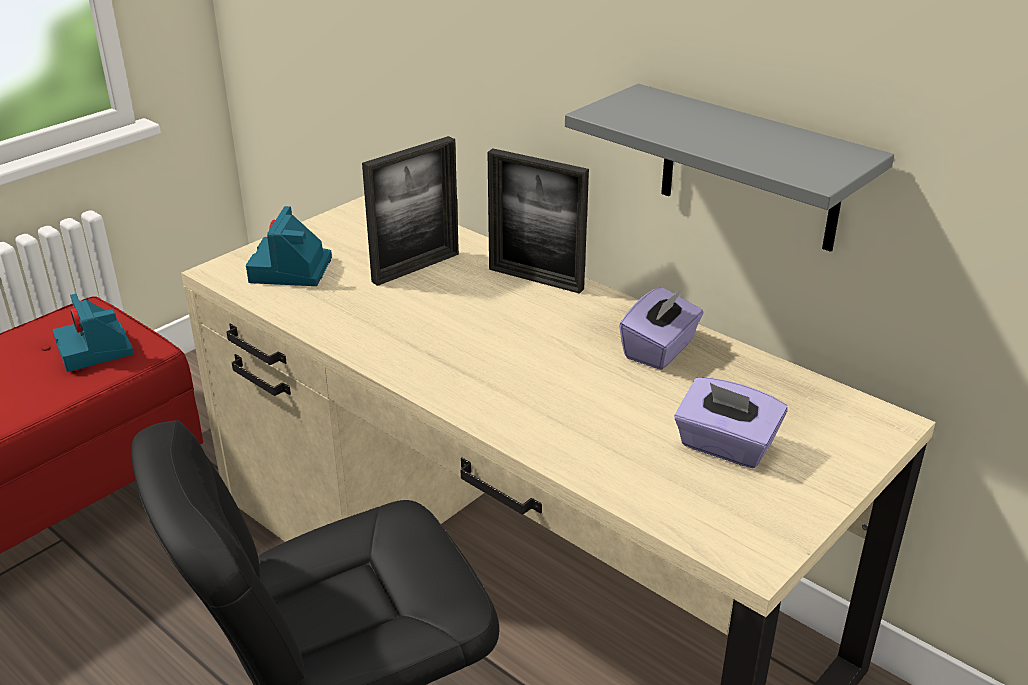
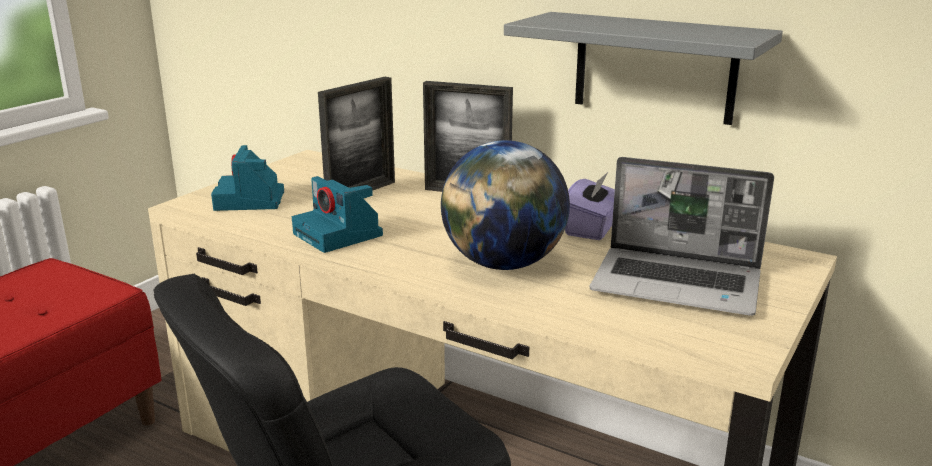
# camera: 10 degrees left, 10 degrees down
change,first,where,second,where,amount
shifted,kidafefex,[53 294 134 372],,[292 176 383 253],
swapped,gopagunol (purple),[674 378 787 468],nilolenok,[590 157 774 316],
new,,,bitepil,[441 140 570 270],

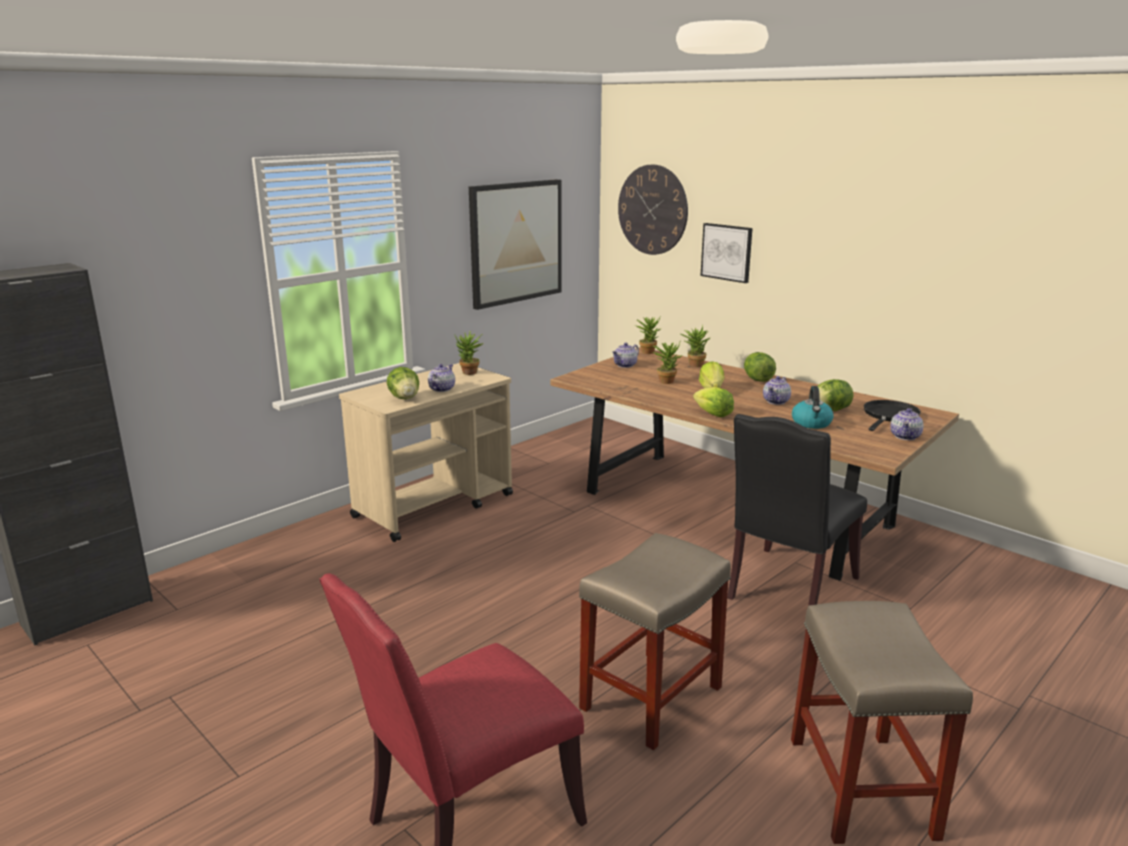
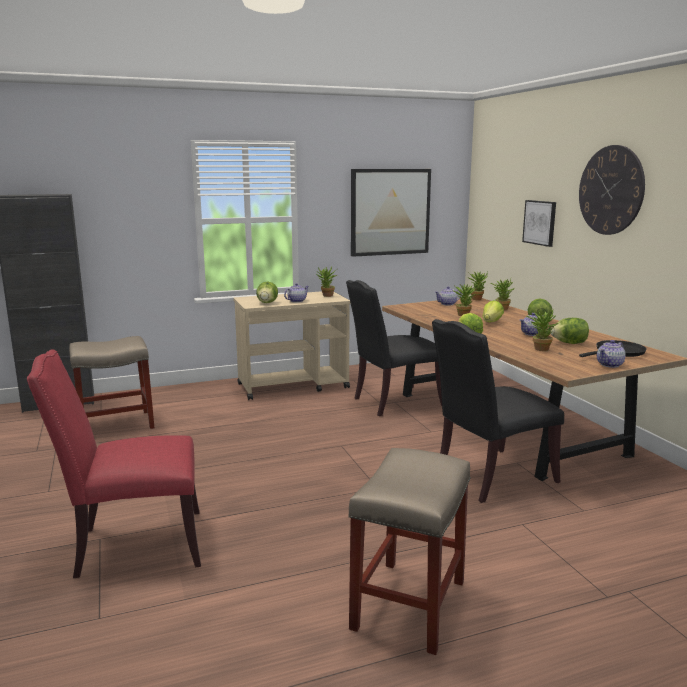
# camera: 25 degrees right, 5 degrees down
change,first,where,second,where,amount
shifted,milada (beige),[579 533 731 750],,[69 336 154 429],
shifted,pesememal,[618 165 688 255],,[579 145 645 235],
swapped,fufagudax,[792 386 833 429],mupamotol,[527 311 558 351],
new,,,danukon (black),[346 280 442 416],

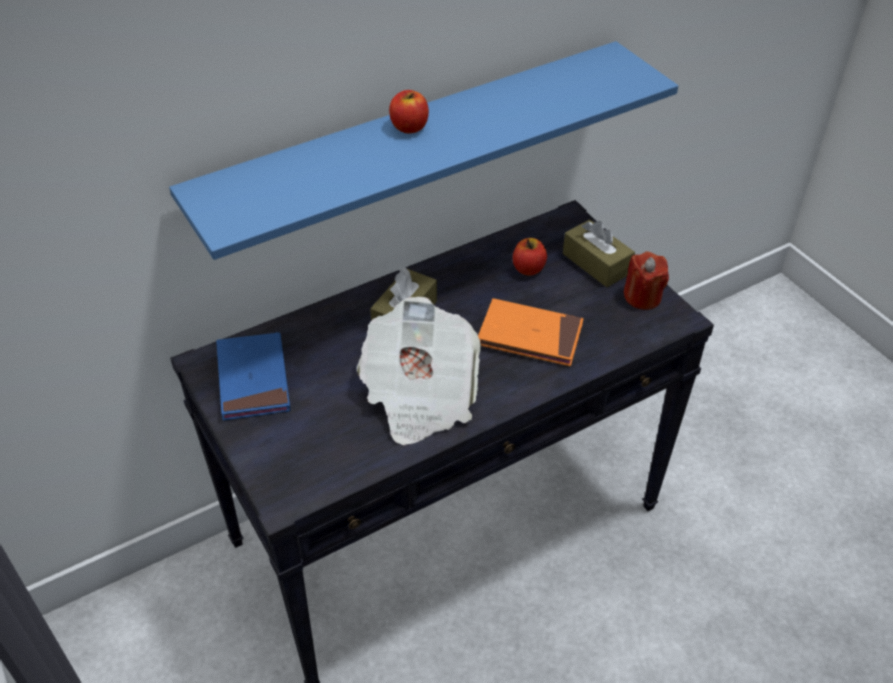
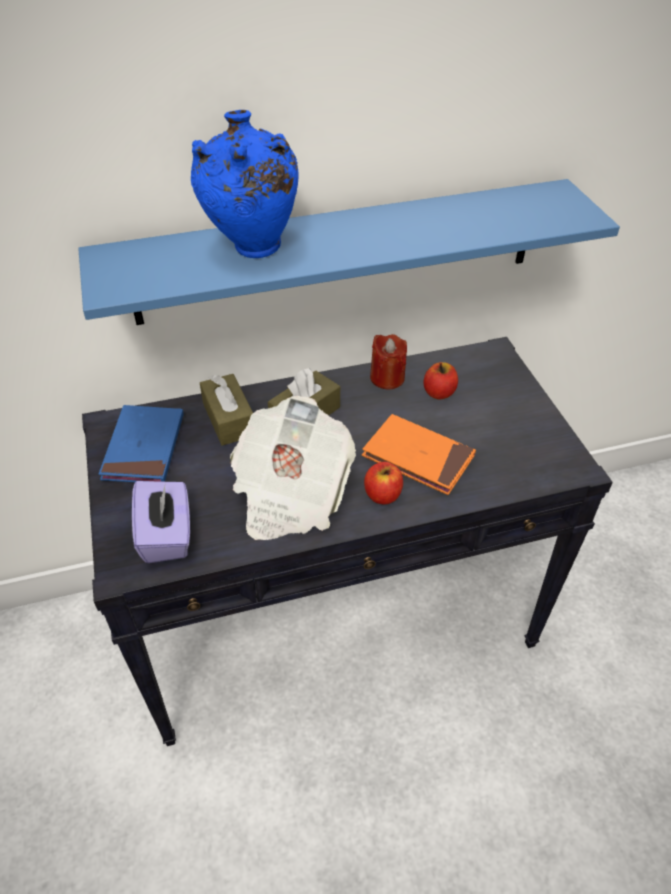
# camera: 15 degrees right, 0 degrees up
change,first,where,second,where,amount
shifted,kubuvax,[389 90 429 134],,[364 462 403 504],
shifted,gopagunol (brown),[563 219 635 287],,[200 374 253 446],
shifted,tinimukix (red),[624 251 669 310],,[370 334 407 389],
new,,,gopagunol (purple),[132 481 190 563],
new,,,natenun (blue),[191 110 299 258],

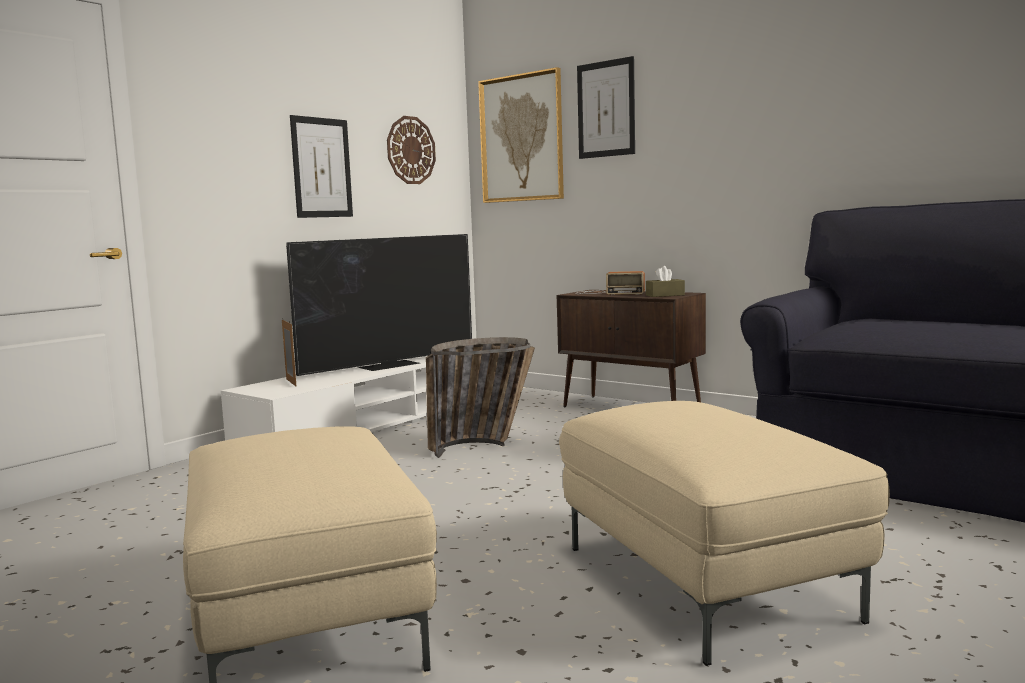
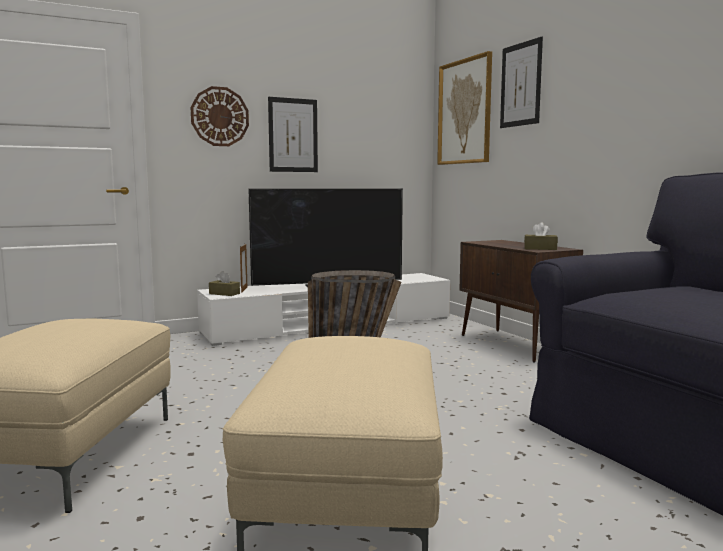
# camera: 25 degrees right, 0 degrees up
change,first,where,second,where,amount
shifted,pesememal,[387 116 436 184],,[191 86 249 146],
gone,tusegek,[575 271 645 295],,,
new,,,gopagunol (brown),[209 271 240 296],

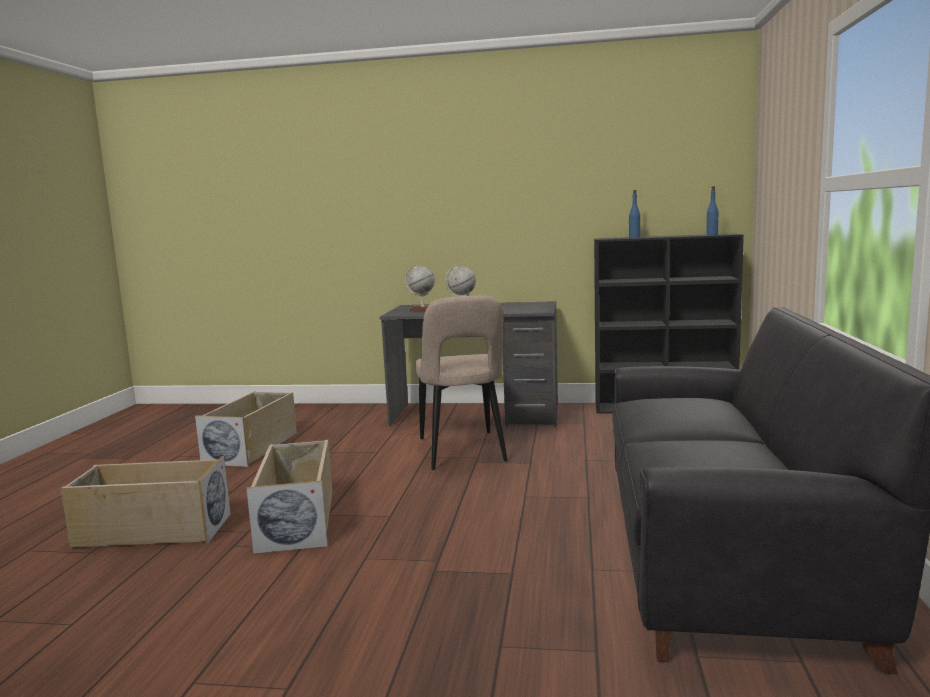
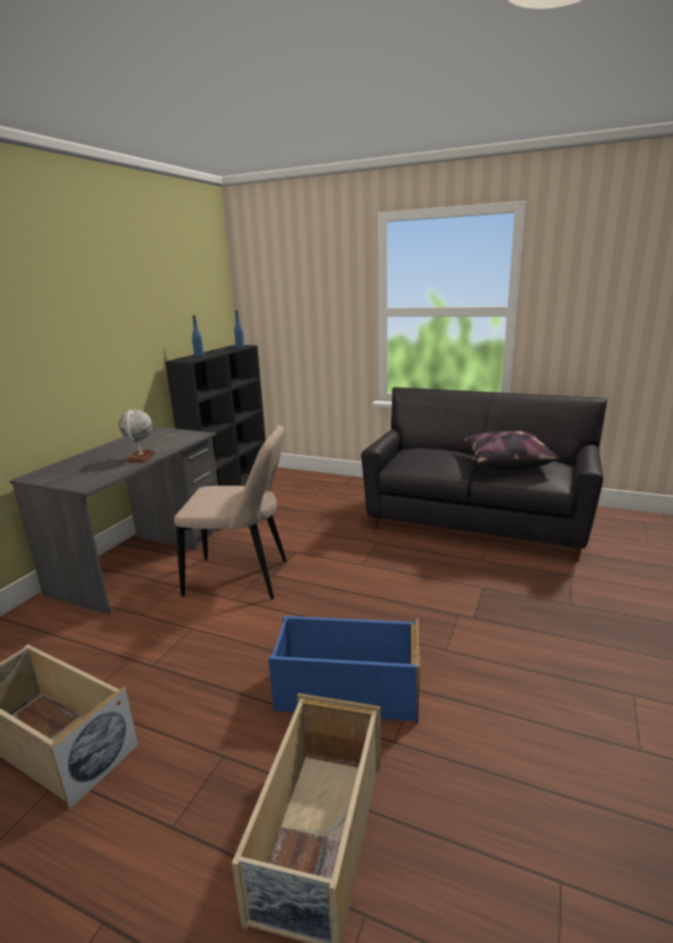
# camera: 75 degrees left, 10 degrees up
change,first,where,second,where,amount
repainted,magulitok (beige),[246 440 333 554],magulitok (blue),[268 616 420 724],
gone,bitepil,[405 265 435 312],,,
new,,,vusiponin,[461 431 561 470],

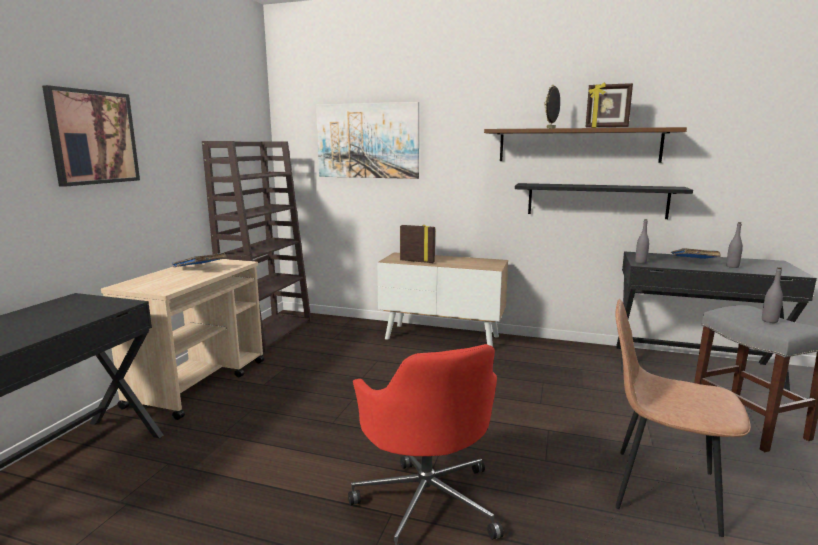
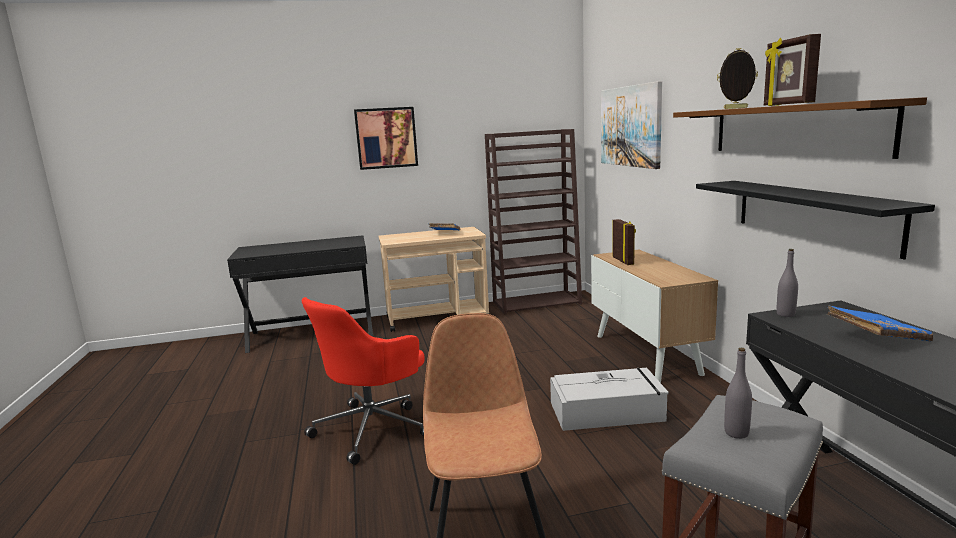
# camera: 60 degrees right, 0 degrees up
change,first,where,second,where,amount
gone,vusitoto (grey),[726 222 743 268],,,
new,,,magulitok (grey),[550 368 669 431],

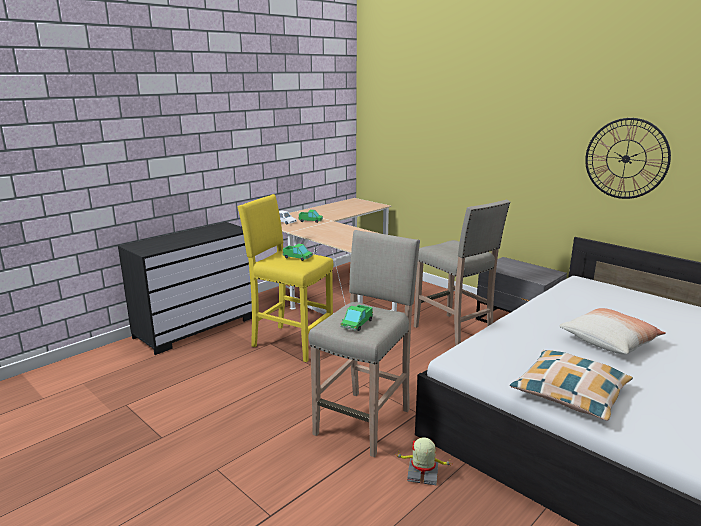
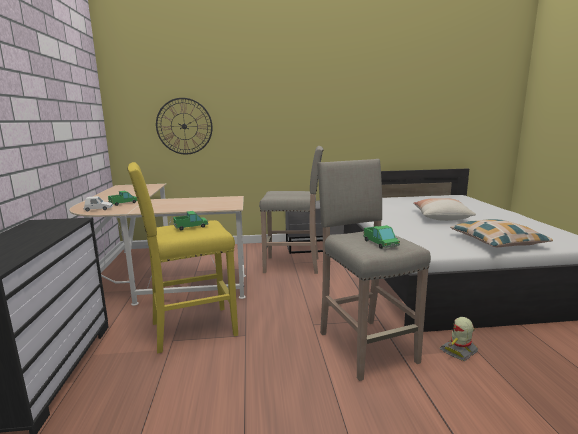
# camera: 50 degrees left, 5 degrees down
change,first,where,second,where,amount
shifted,pesememal,[585 118 671 199],,[156 98 213 155],

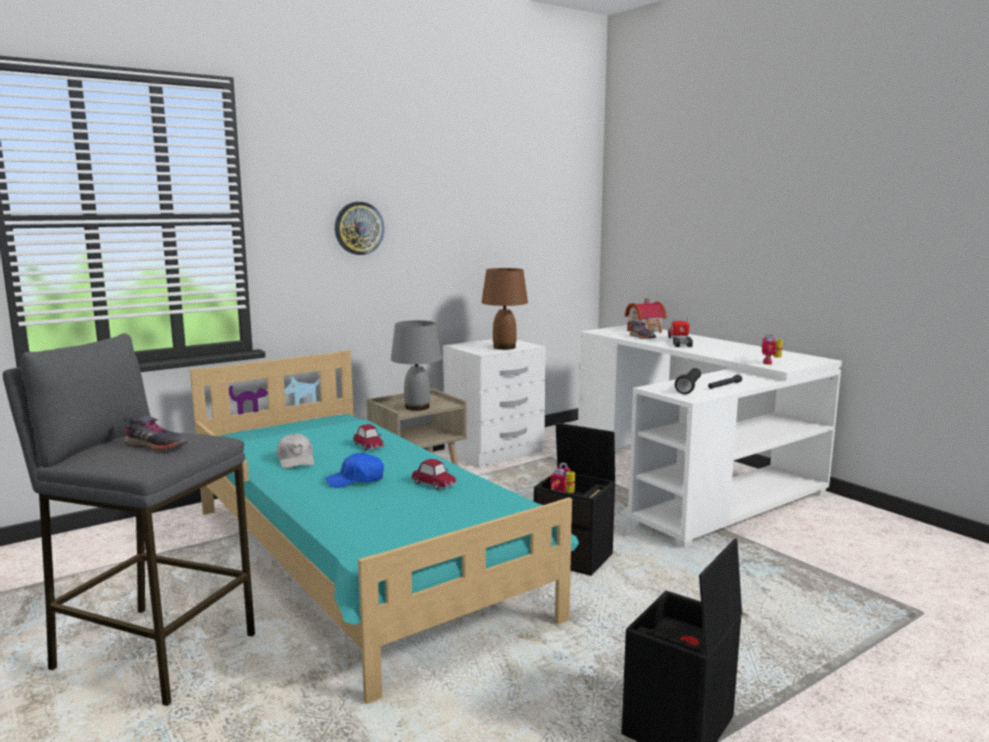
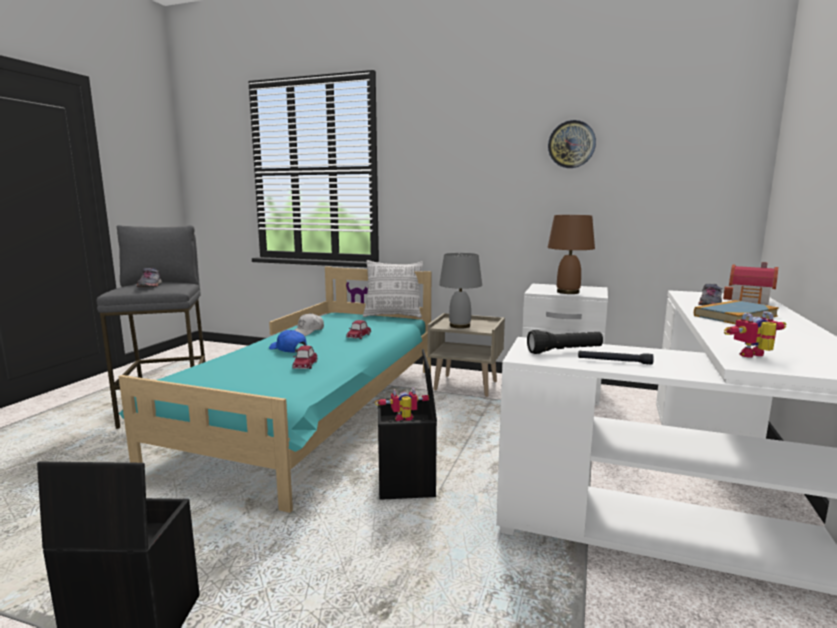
# camera: 55 degrees right, 0 degrees up
change,first,where,second,where,amount
shifted,pesememal,[335 202 384 255],,[548 120 596 168],
swapped,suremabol,[668 317 693 347],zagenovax,[694 300 779 324],
new,,,vusiponin,[363 260 423 318],

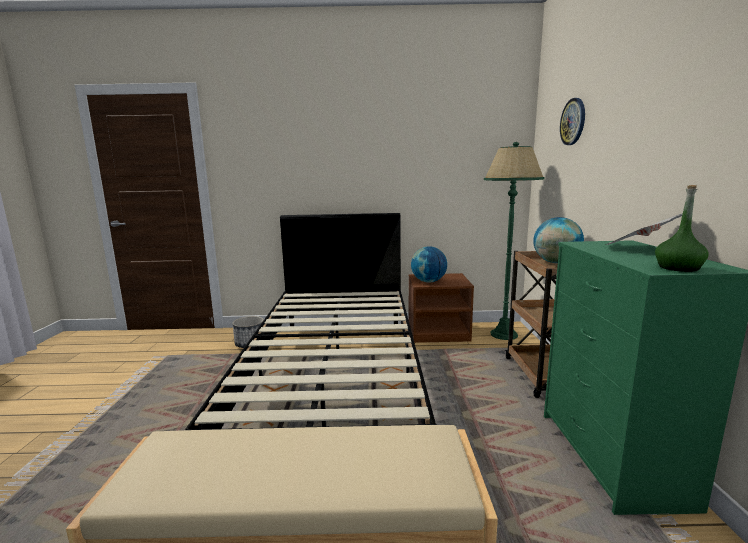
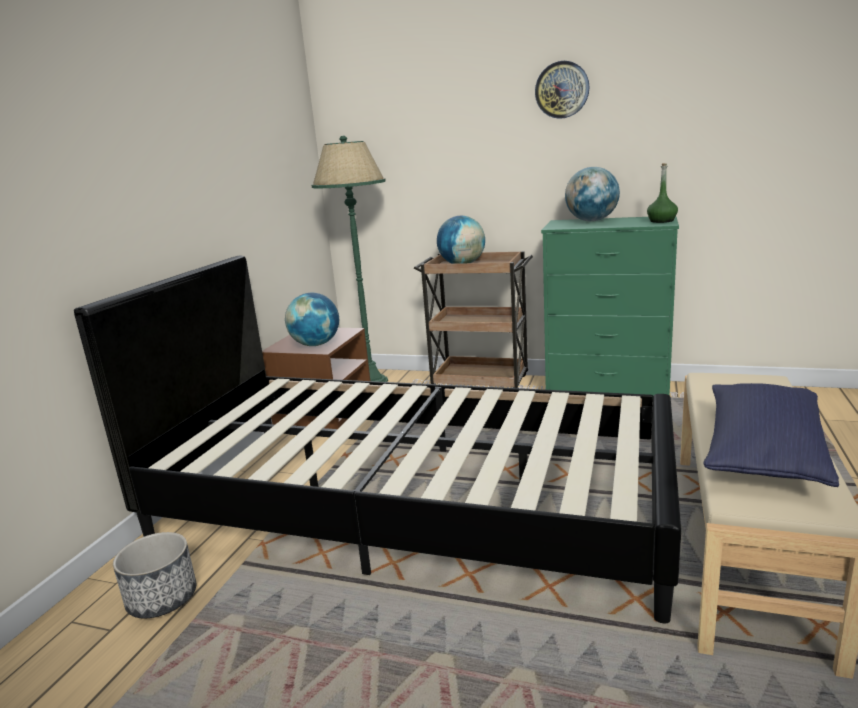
# camera: 70 degrees left, 5 degrees up
change,first,where,second,where,amount
shifted,pesememal,[560 98 585 145],,[535 61 590 119],
swapped,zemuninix,[606 213 683 245],bitepil,[565 167 620 221],
new,,,vusiponin (blue),[703 383 839 487],

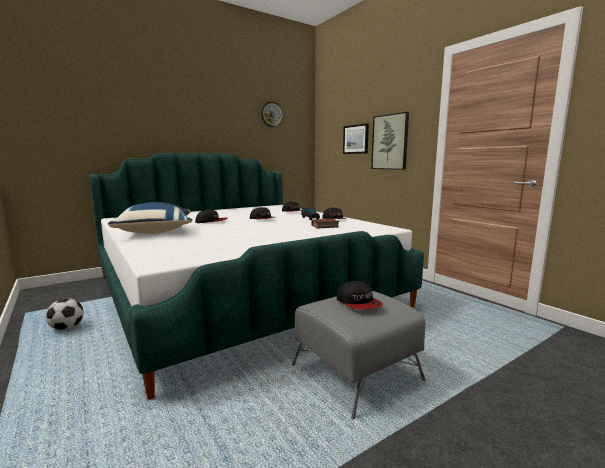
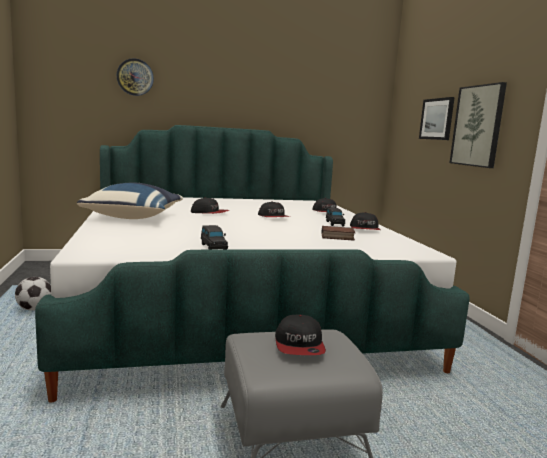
# camera: 20 degrees right, 0 degrees up
change,first,where,second,where,amount
shifted,pesememal,[261 101 283 127],,[117 58 154 96],
new,,,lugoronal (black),[201 225 228 250],

